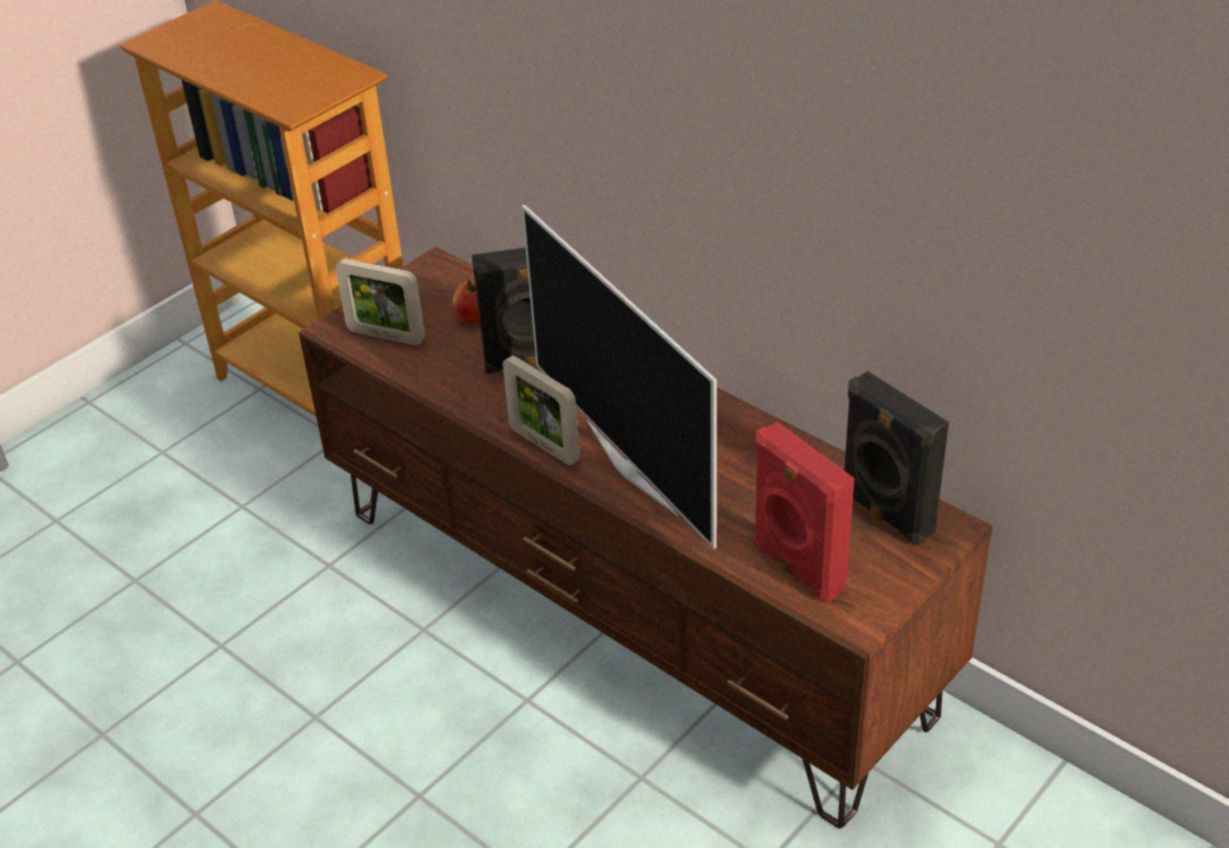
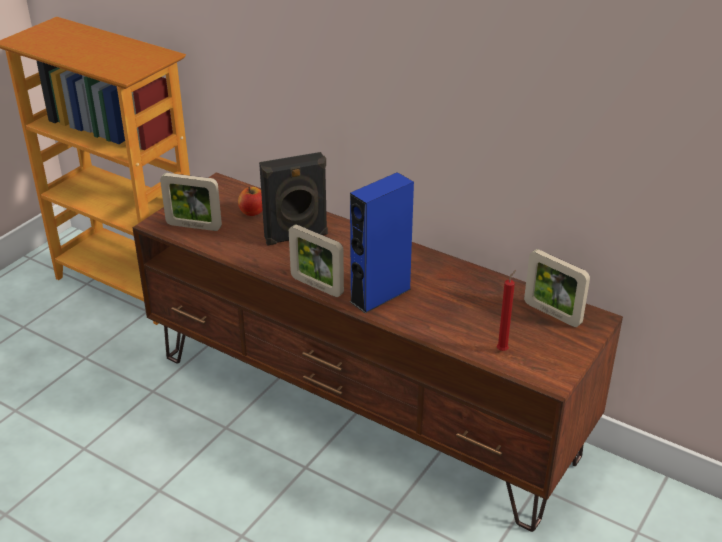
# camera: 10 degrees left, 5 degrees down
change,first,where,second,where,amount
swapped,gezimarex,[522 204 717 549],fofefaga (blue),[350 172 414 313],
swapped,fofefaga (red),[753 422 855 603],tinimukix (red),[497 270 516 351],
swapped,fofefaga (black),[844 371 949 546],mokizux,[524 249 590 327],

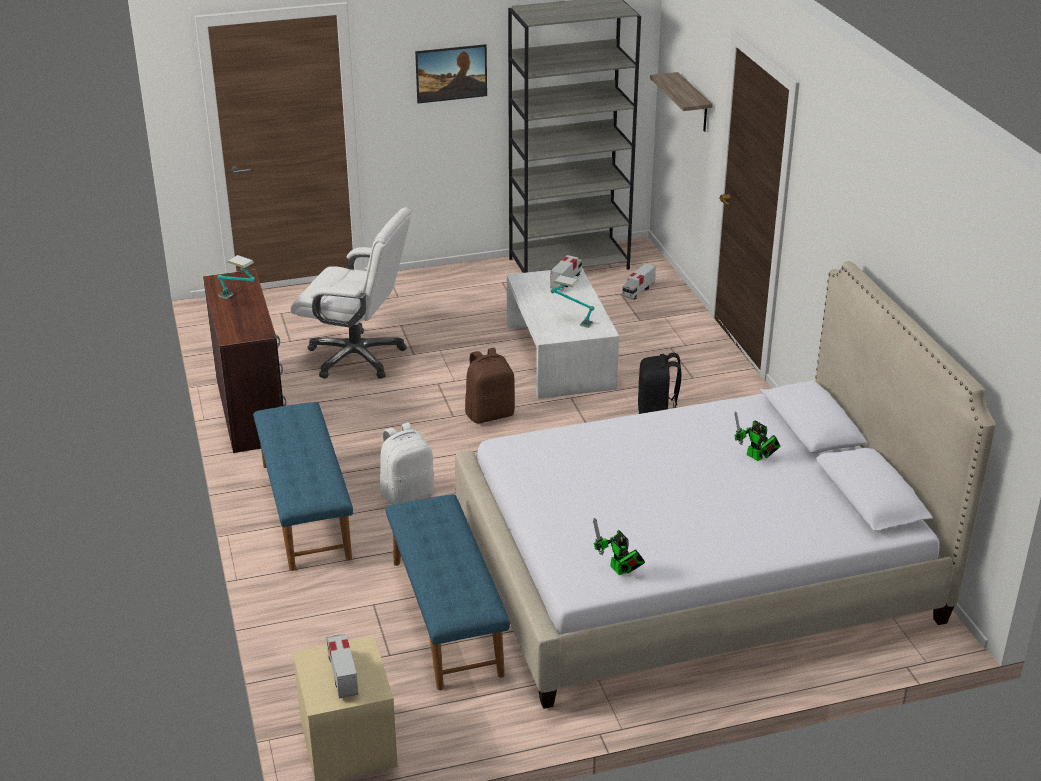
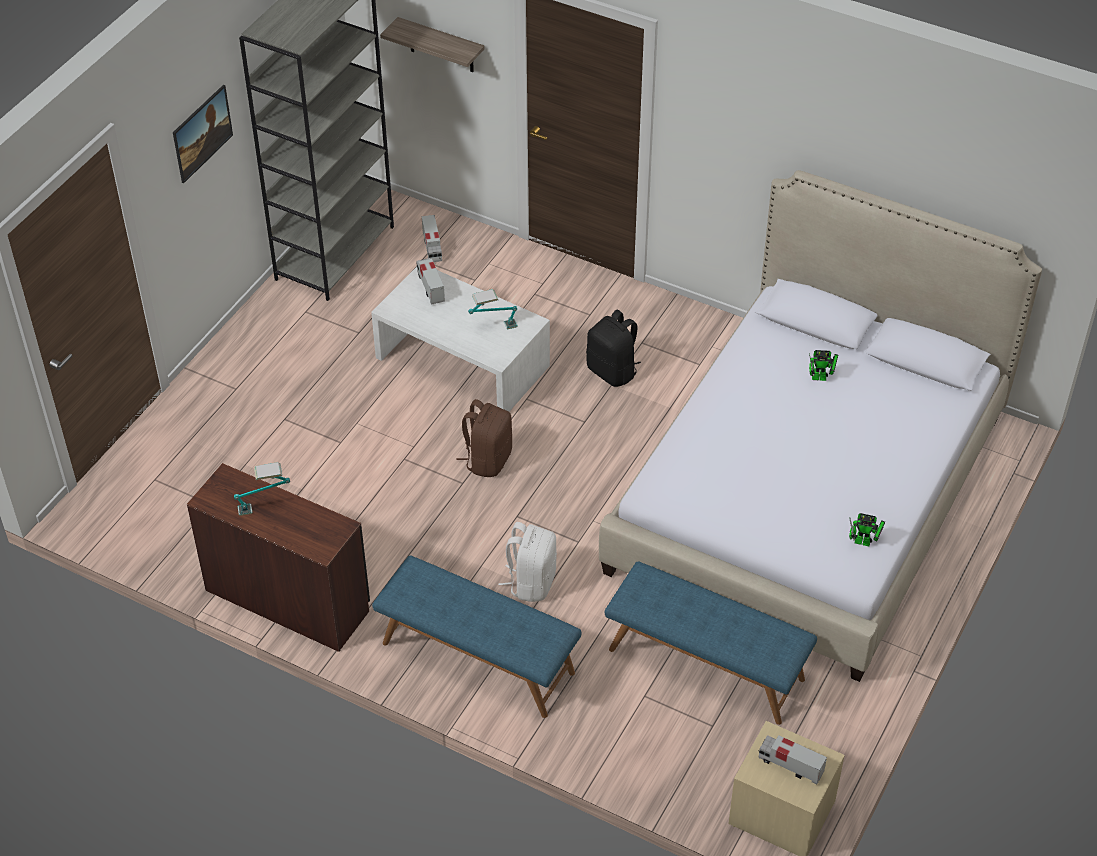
# camera: 45 degrees left, 15 degrees up
change,first,where,second,where,amount
gone,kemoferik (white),[291 207 411 379],,,

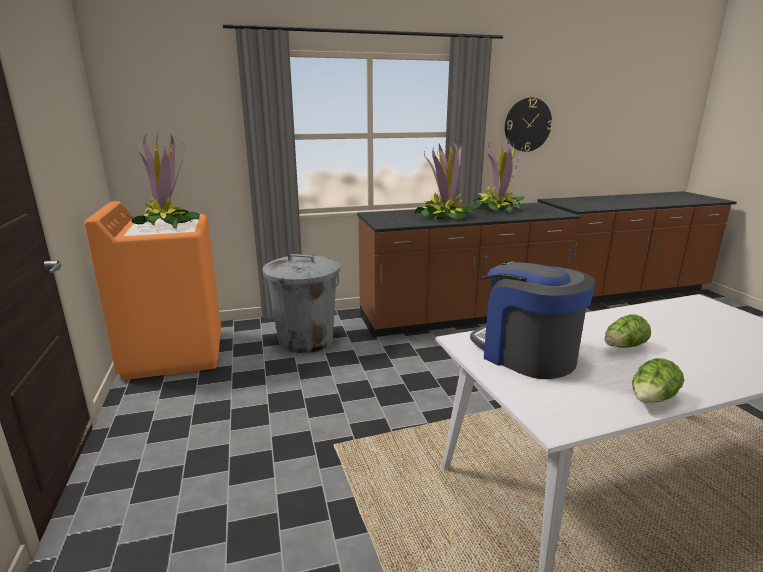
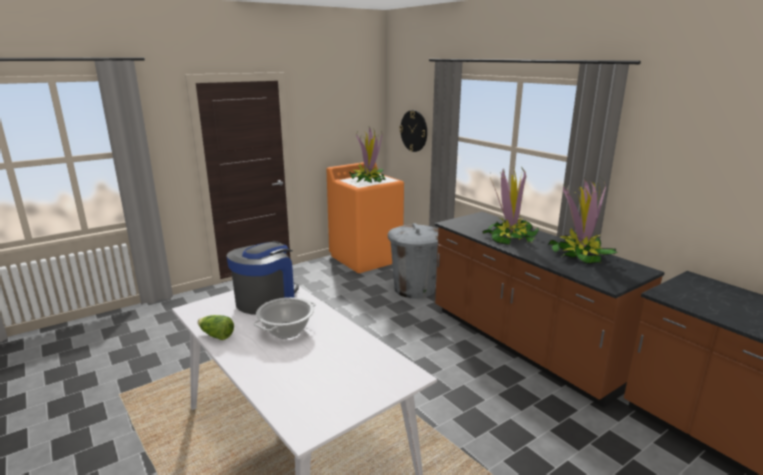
# camera: 70 degrees right, 0 degrees up
change,first,where,second,where,amount
shifted,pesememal,[505 98 553 152],,[399 110 427 152],
swapped,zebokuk,[605 315 651 348],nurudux,[253 297 316 338],

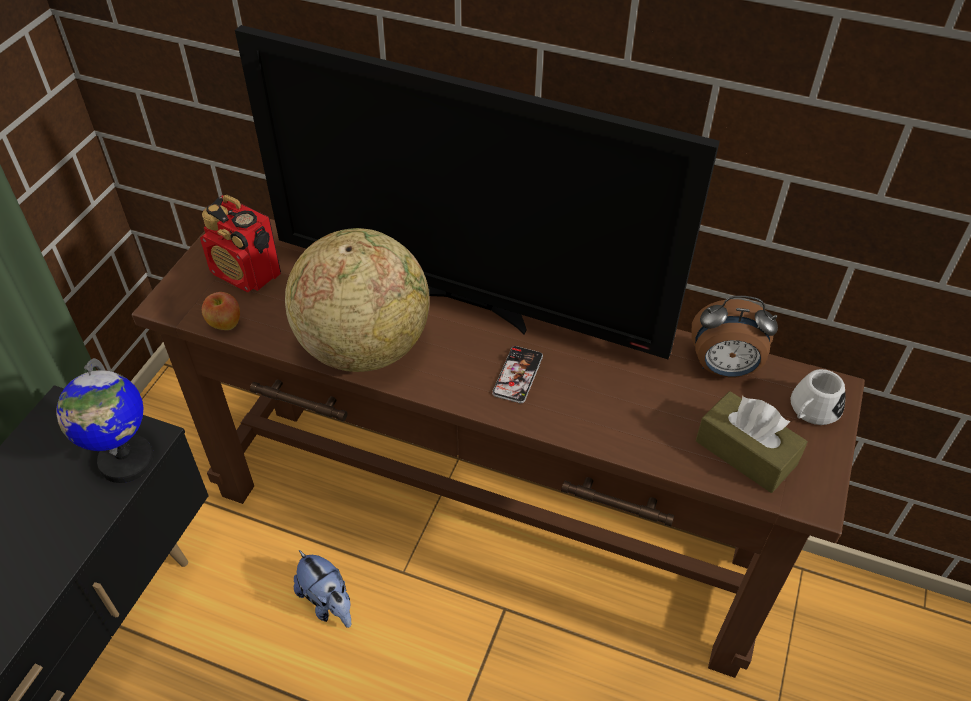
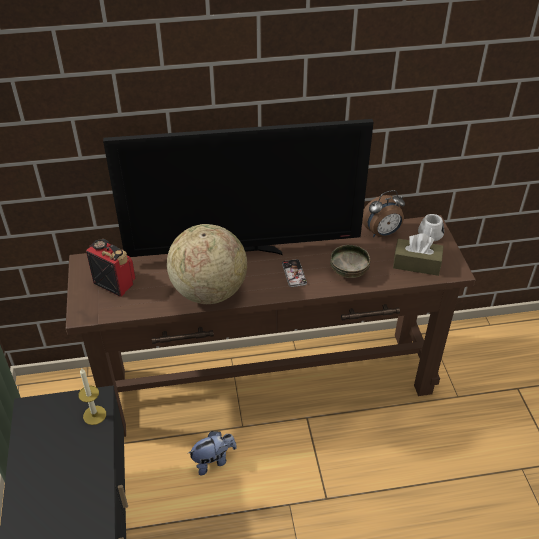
# camera: 30 degrees left, 5 degrees down
change,first,where,second,where,amount
swapped,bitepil,[56 358 154 483],tinimukix,[78 368 106 425],
rotated,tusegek,[200 195 281 293],,[86 239 136 297],150 degrees counterclockwise
gone,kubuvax,[202 292 240 330],,,
rotated,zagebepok,[294 550 352 628],,[187 431 237 475],45 degrees counterclockwise
new,,,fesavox,[330 245 370 278],

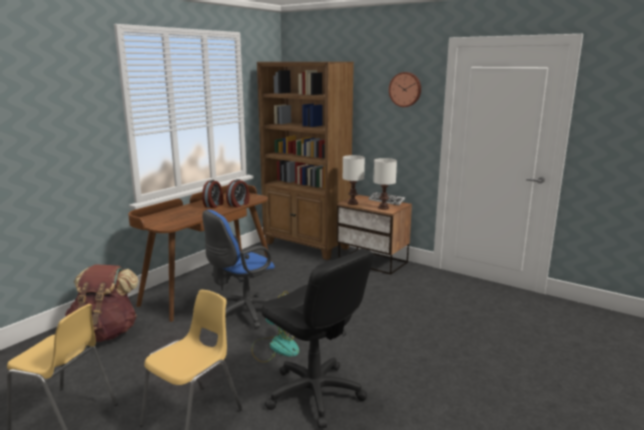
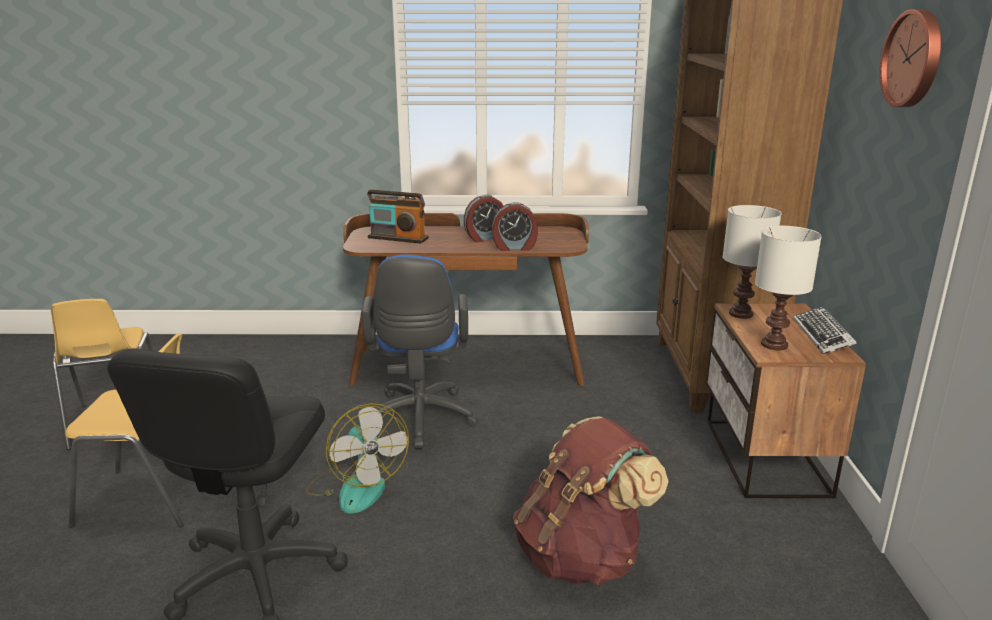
# camera: 55 degrees right, 5 degrees up
change,first,where,second,where,amount
shifted,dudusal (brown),[65 264 139 342],,[513 417 669 585],
rotated,kemoferik (blue),[202 210 275 329],,[361 254 478 449],105 degrees counterclockwise
new,,,tusegek,[367 190 429 243],

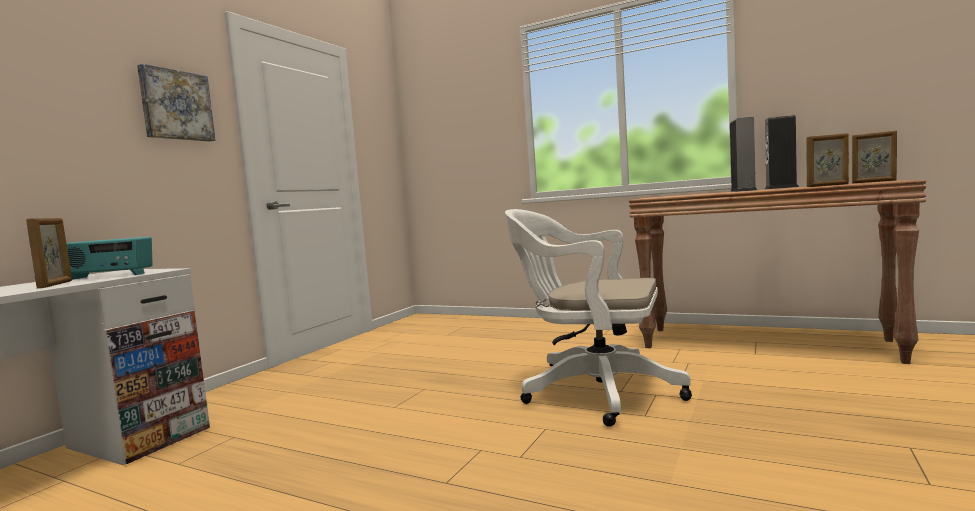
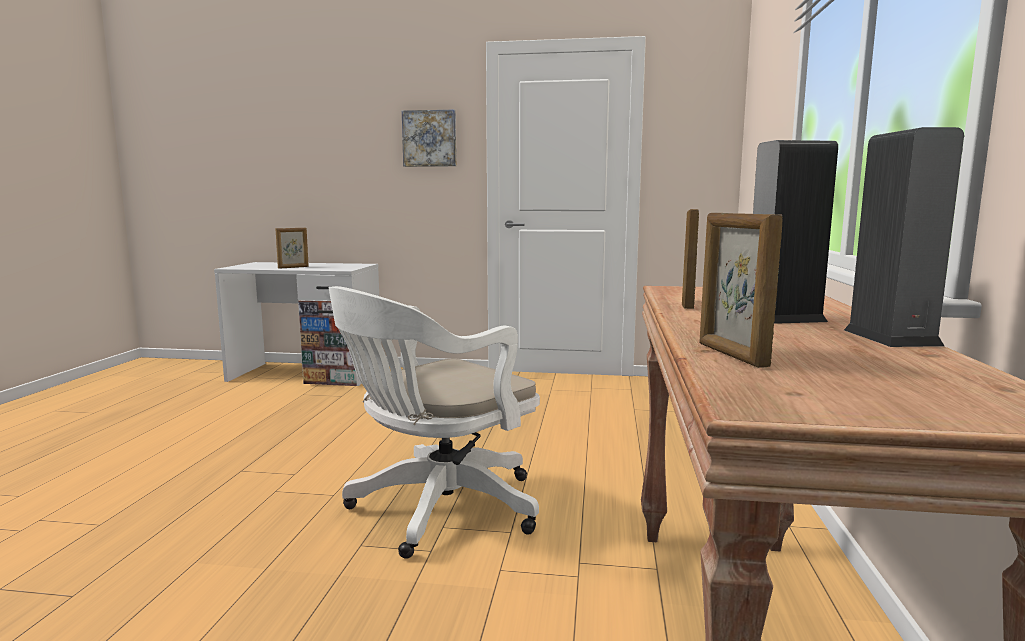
# camera: 70 degrees right, 5 degrees up
change,first,where,second,where,amount
gone,tusegek,[67 237 153 280],,,
rotated,kemoferik (white),[505 209 692 427],,[329 286 540 559],135 degrees counterclockwise
shifted,mokizux,[852 130 897 183],,[682 209 699 309],

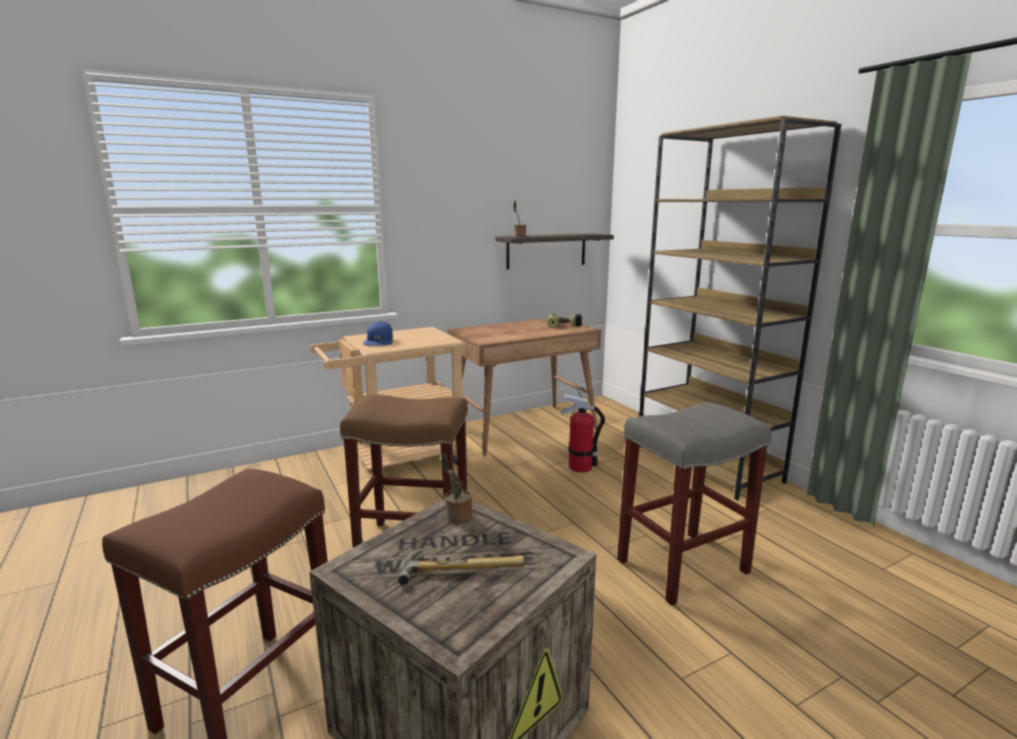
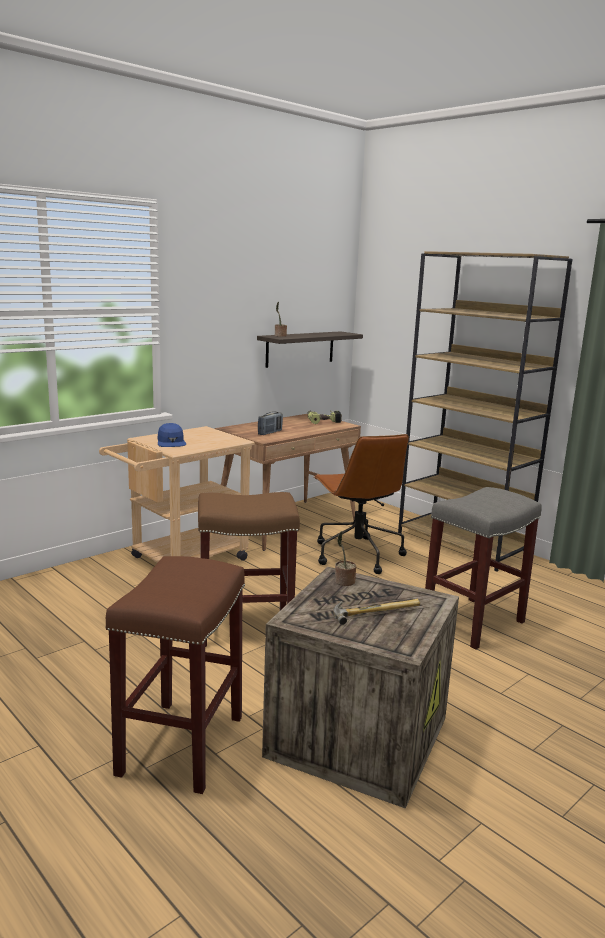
# camera: 15 degrees left, 0 degrees up
change,first,where,second,where,amount
swapped,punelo,[561 390 605 473],kemoferik (brown),[313 434 409 574],
new,,,tusegek,[258 411 283 435],

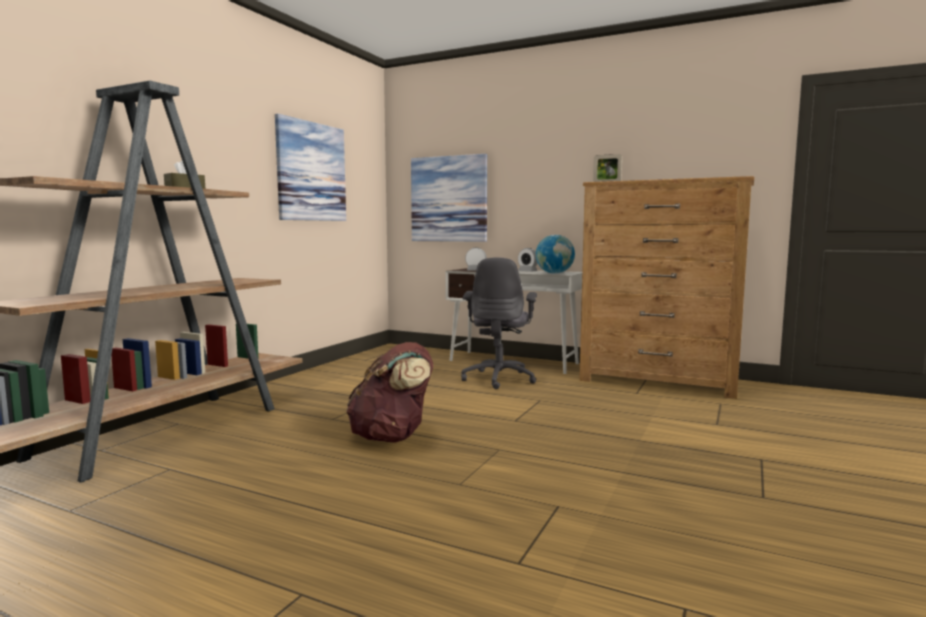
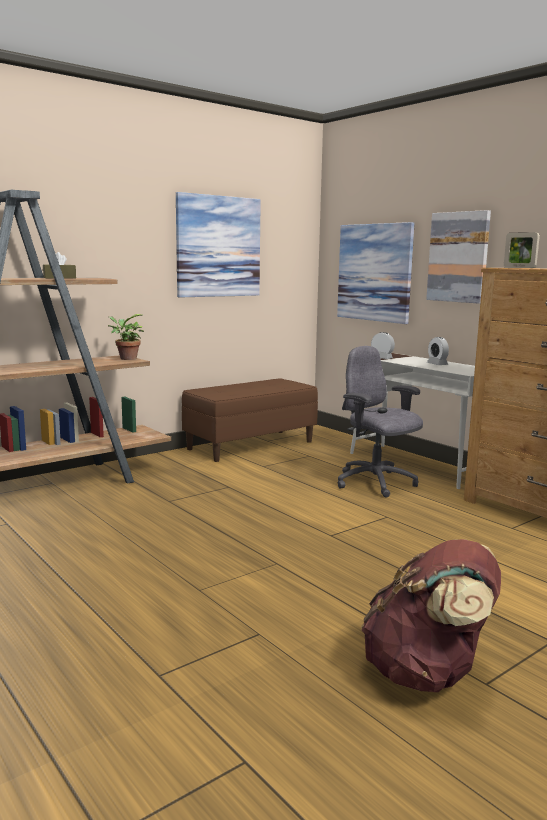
# camera: 25 degrees right, 5 degrees up
change,first,where,second,where,amount
shifted,dudusal (brown),[346 342 434 443],,[361 539 501 692],
rotated,kemoferik (grey),[461 257 537 389],,[338 346 423 498],105 degrees clockwise
gone,bitepil,[536 235 575 274],,,
new,,,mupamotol,[108 314 144 360],
new,,,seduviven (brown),[182 378 318 462],
new,,,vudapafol,[426 210 491 304],

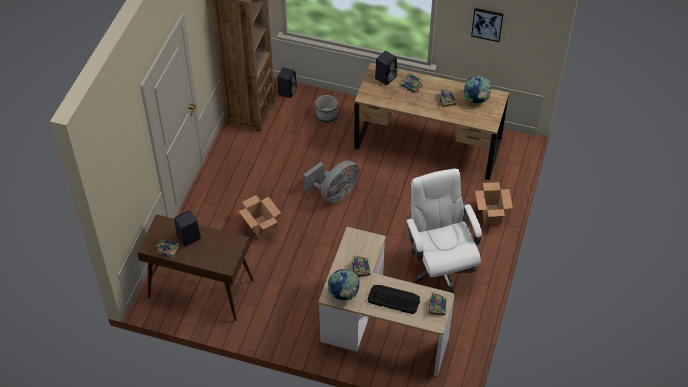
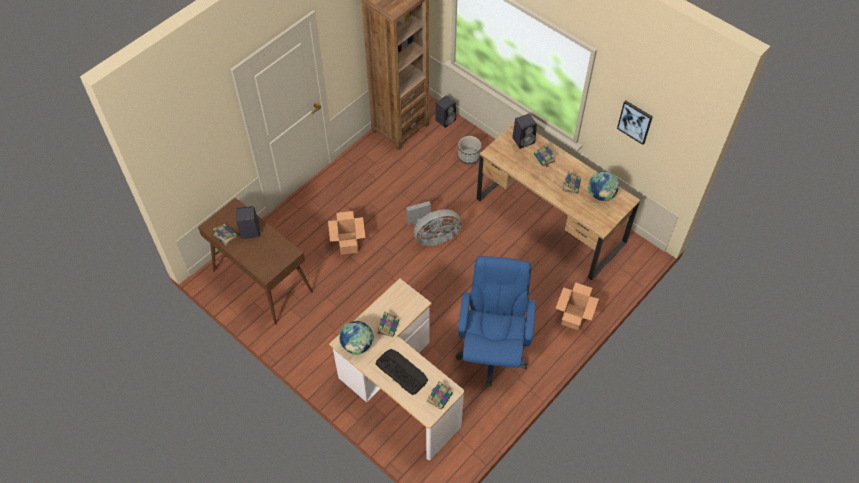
# camera: 25 degrees right, 5 degrees up
change,first,where,second,where,amount
repainted,kemoferik (white),[406 168 482 297],kemoferik (blue),[456 256 536 386],

